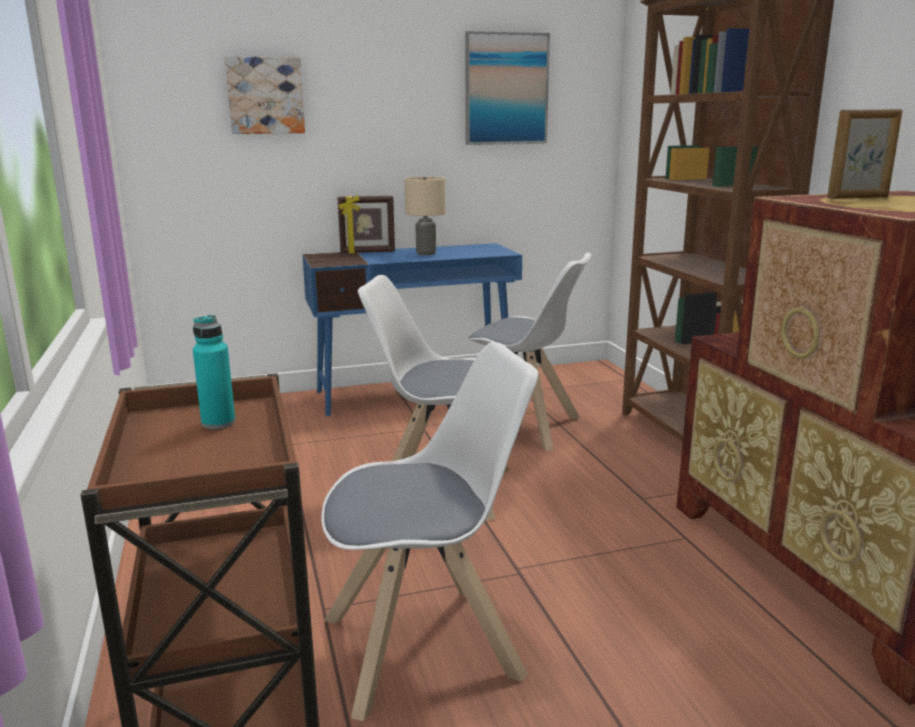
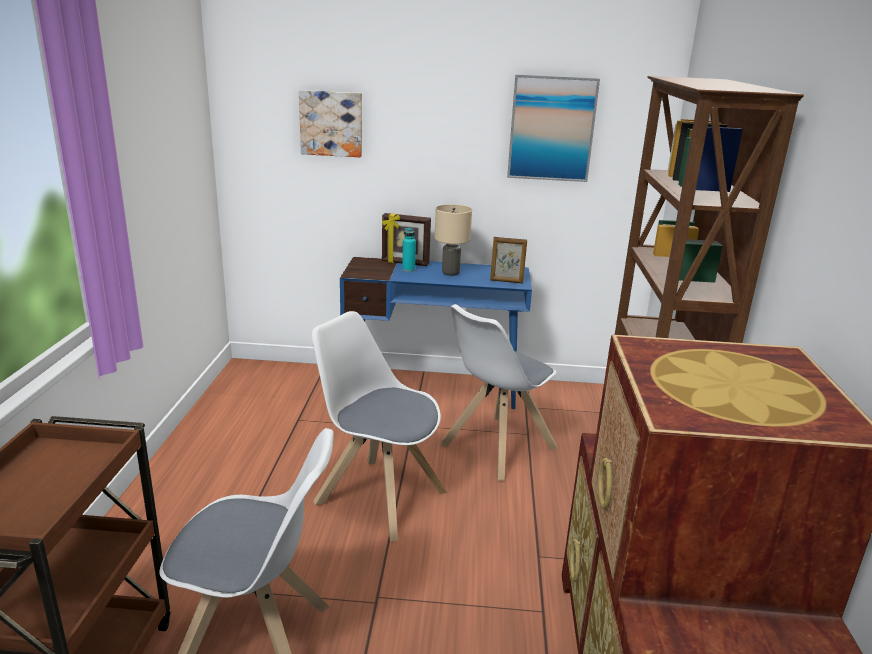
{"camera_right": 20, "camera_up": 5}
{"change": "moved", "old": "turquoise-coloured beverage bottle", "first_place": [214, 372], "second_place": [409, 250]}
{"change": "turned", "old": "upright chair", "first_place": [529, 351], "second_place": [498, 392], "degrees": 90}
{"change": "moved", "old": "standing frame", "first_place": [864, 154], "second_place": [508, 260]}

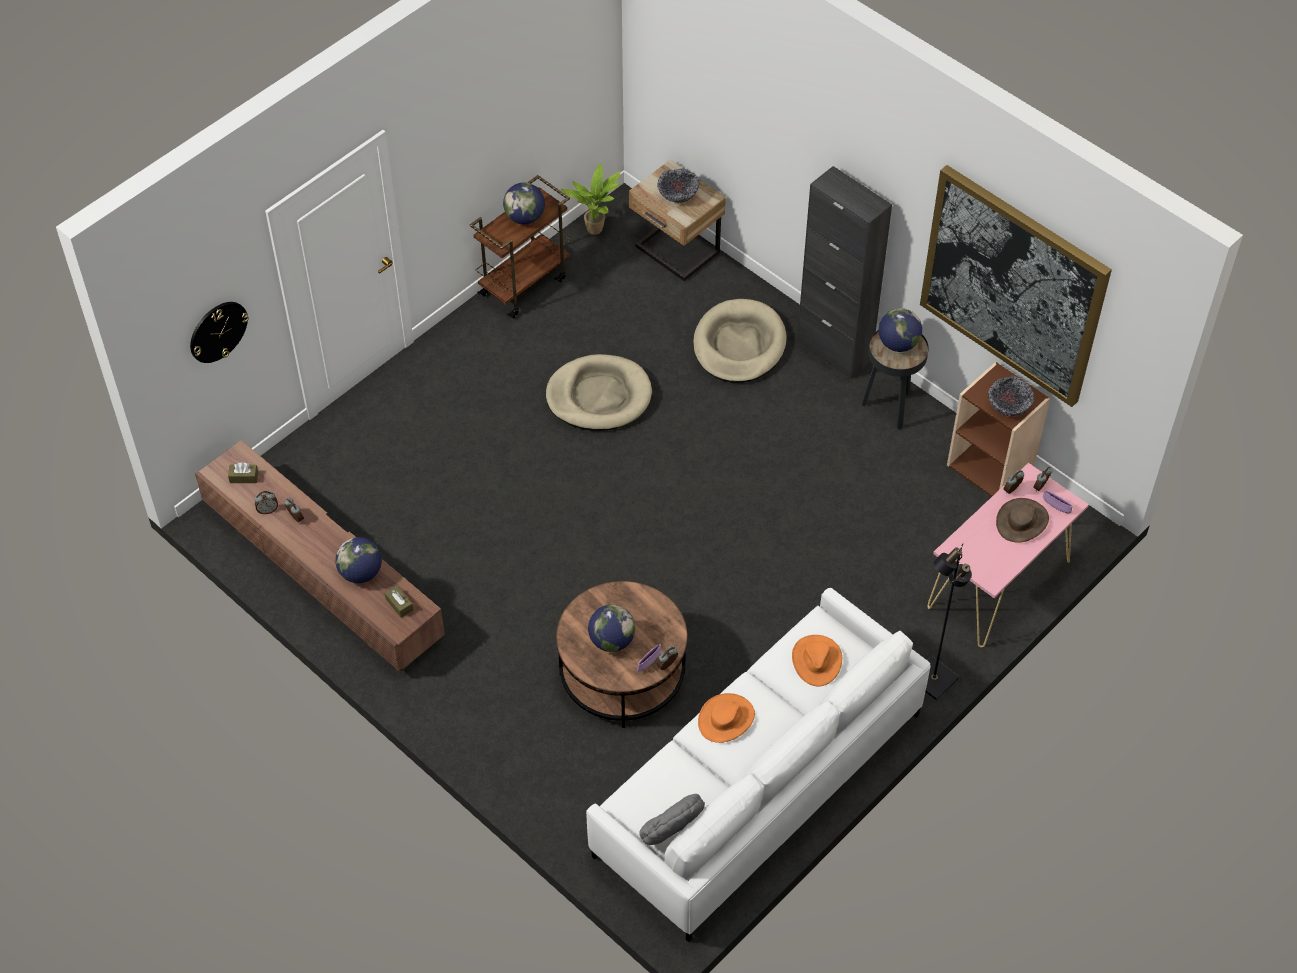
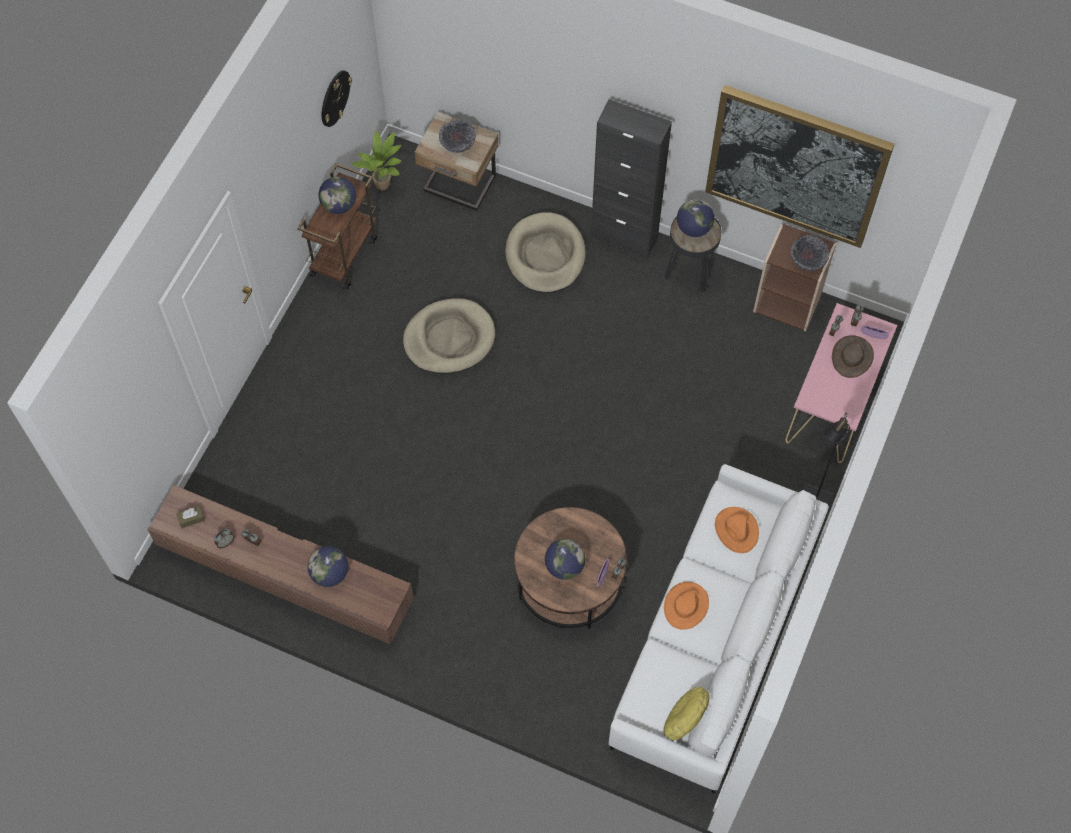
{"camera_right": -20, "camera_up": 10}
{"change": "moved", "old": "hanging clock", "first_place": [219, 332], "second_place": [337, 98]}
{"change": "removed", "old": "brownish tissue holder", "first_place": [399, 601]}
{"change": "recoloured", "old": "gray throw pillow", "new": "yellow-coloured throw pillow", "first_place": [672, 819], "second_place": [686, 713]}

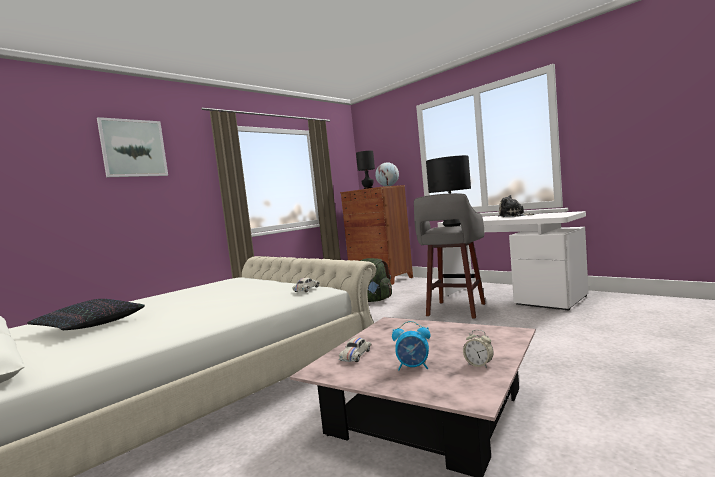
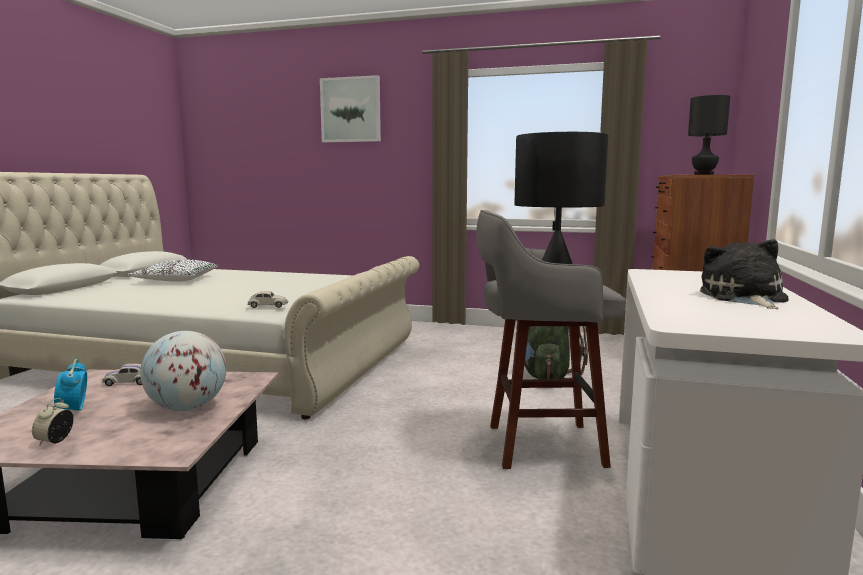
{"camera_right": 60, "camera_up": 5}
{"change": "recoloured", "old": "black throw pillow", "new": "white throw pillow", "first_place": [86, 314], "second_place": [172, 271]}
{"change": "moved", "old": "world globe", "first_place": [387, 174], "second_place": [183, 371]}

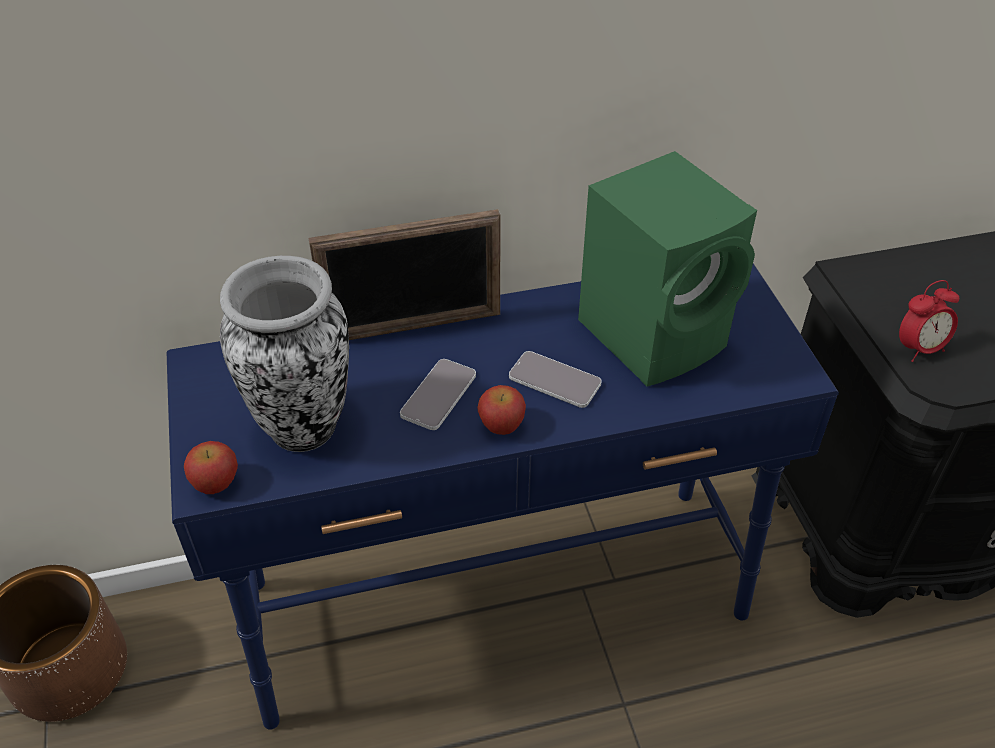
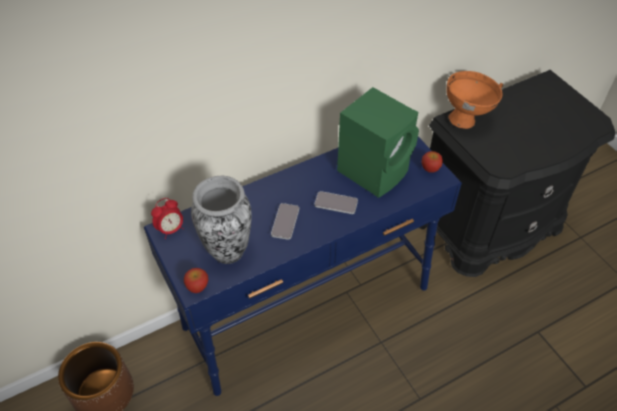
{"camera_right": -15, "camera_up": 5}
{"change": "removed", "old": "standing frame", "first_place": [404, 274]}
{"change": "moved", "old": "apple fruit", "first_place": [502, 410], "second_place": [432, 162]}
{"change": "moved", "old": "alarm clock", "first_place": [929, 321], "second_place": [167, 218]}
{"change": "added", "new": "orangey bowl", "second_place": [474, 100]}

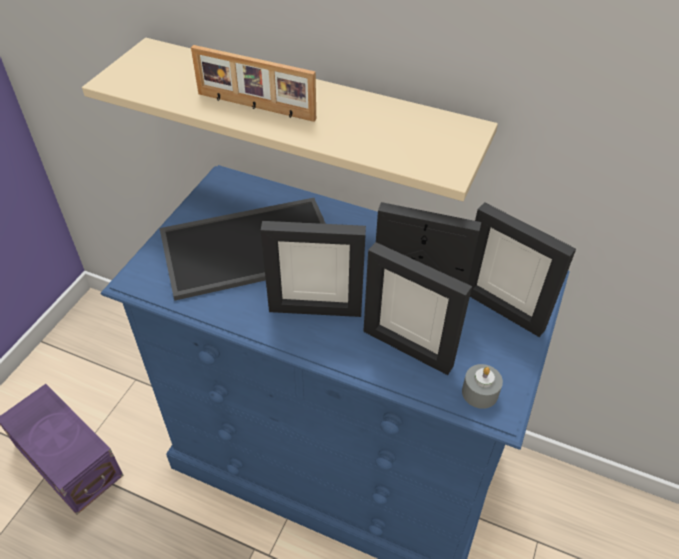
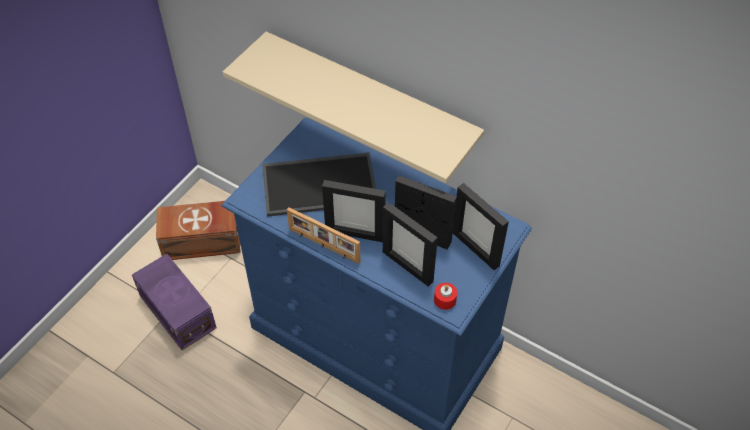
{"camera_right": 10, "camera_up": 5}
{"change": "moved", "old": "standing frame", "first_place": [253, 83], "second_place": [324, 235]}
{"change": "recoloured", "old": "gray wax candle", "new": "red wax candle", "first_place": [482, 386], "second_place": [445, 296]}
{"change": "added", "new": "brownish storage box", "second_place": [198, 230]}

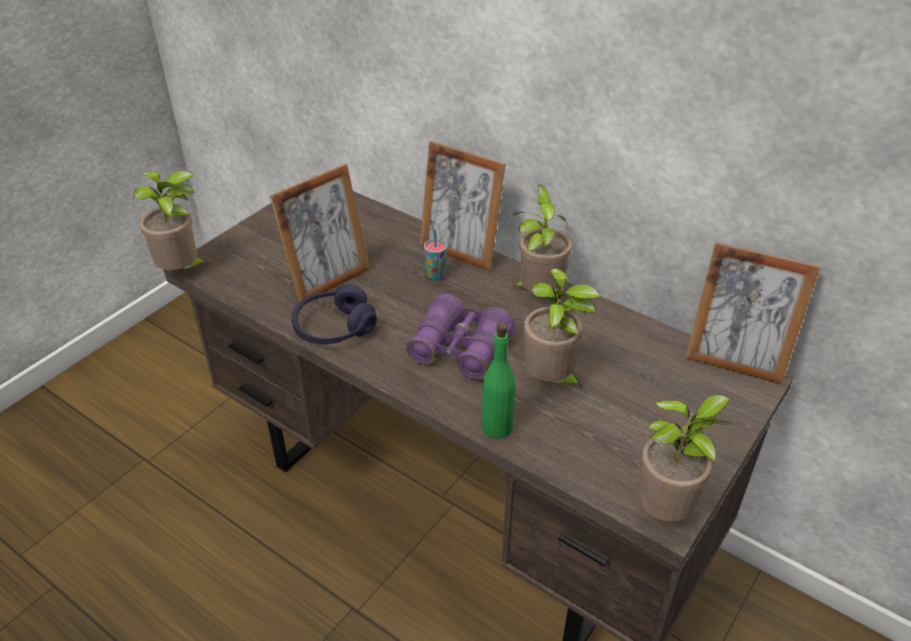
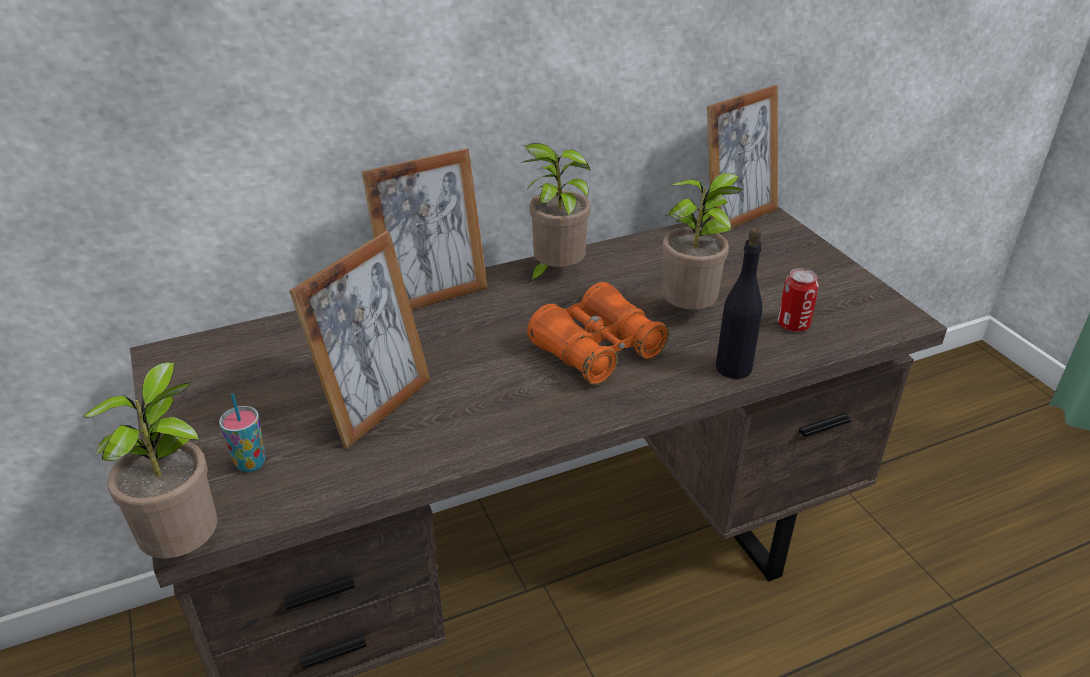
{"camera_right": -60, "camera_up": -5}
{"change": "turned", "old": "standing frame", "first_place": [320, 233], "second_place": [359, 340], "degrees": 45}
{"change": "removed", "old": "purplish pair of headphones", "first_place": [334, 314]}
{"change": "recoloured", "old": "purplish binoculars", "new": "orangey binoculars", "first_place": [460, 337], "second_place": [598, 333]}
{"change": "moved", "old": "small cup", "first_place": [435, 254], "second_place": [242, 432]}
{"change": "recoloured", "old": "greenish beverage bottle", "new": "black beverage bottle", "first_place": [498, 381], "second_place": [739, 303]}
{"change": "removed", "old": "houseplant", "first_place": [685, 458]}
{"change": "added", "new": "can", "second_place": [798, 300]}

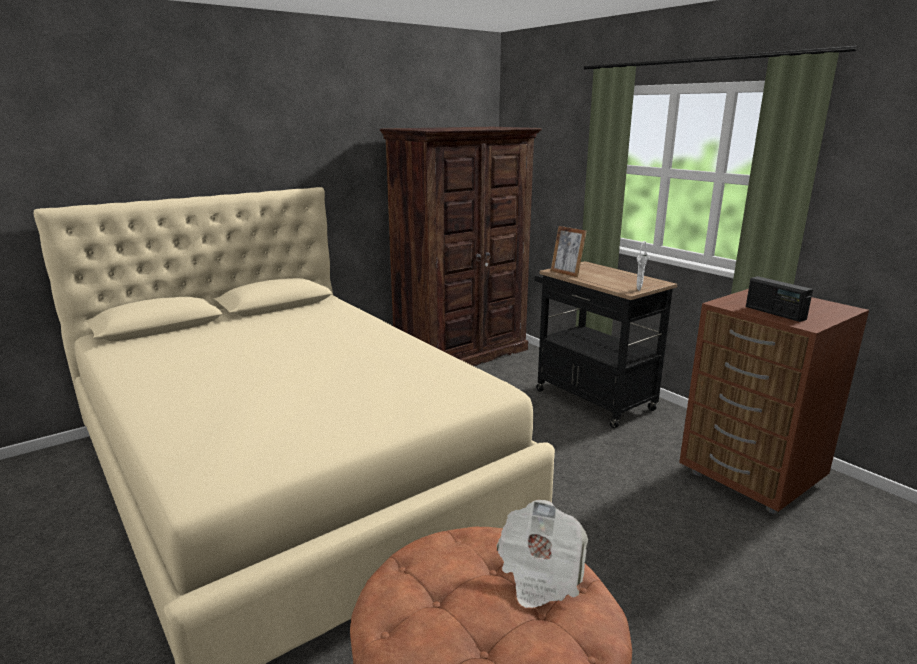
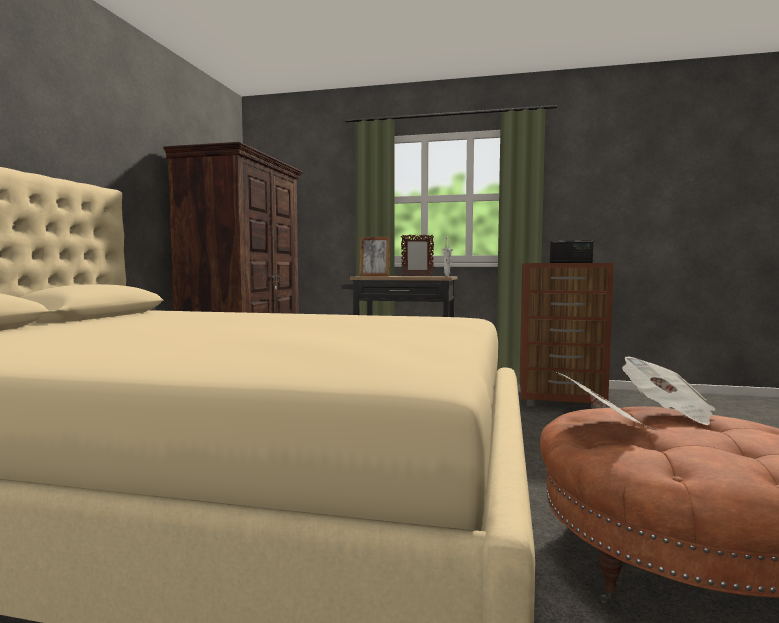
{"camera_right": -40, "camera_up": -15}
{"change": "added", "new": "standing frame", "second_place": [417, 255]}
{"change": "added", "new": "daily paper", "second_place": [605, 401]}

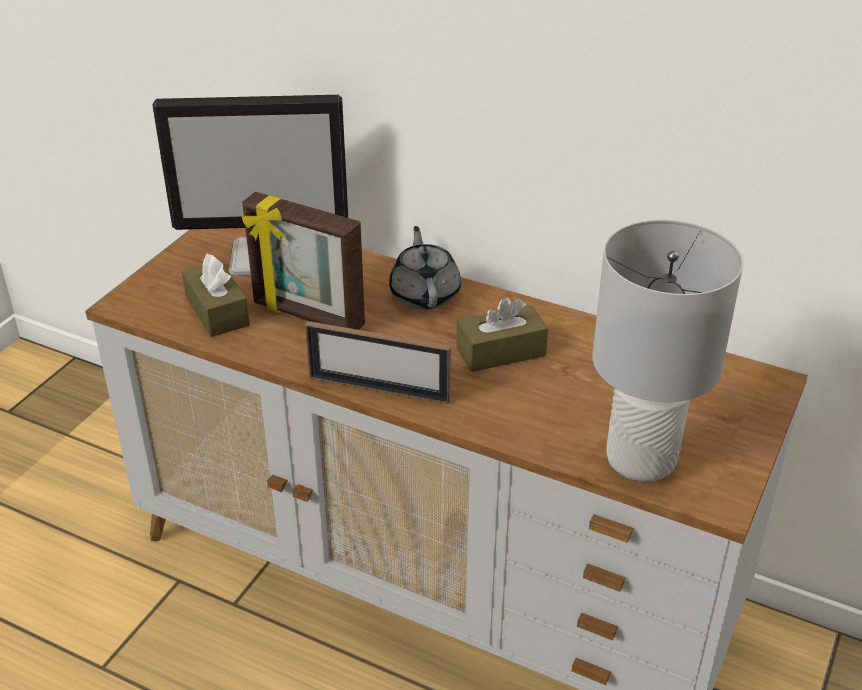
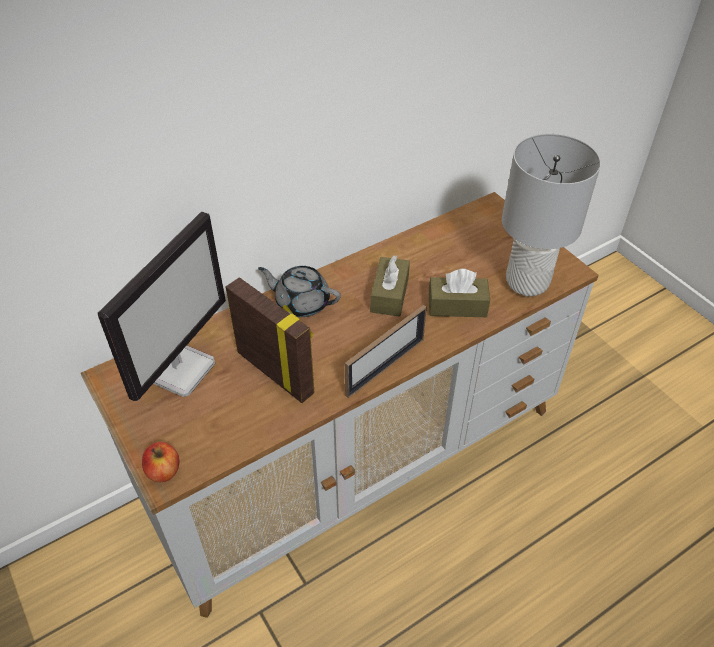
{"camera_right": -60, "camera_up": 10}
{"change": "moved", "old": "brownish tissue holder", "first_place": [216, 295], "second_place": [459, 293]}
{"change": "turned", "old": "standing frame", "first_place": [303, 261], "second_place": [270, 340], "degrees": -105}
{"change": "added", "new": "apple fruit", "second_place": [160, 462]}

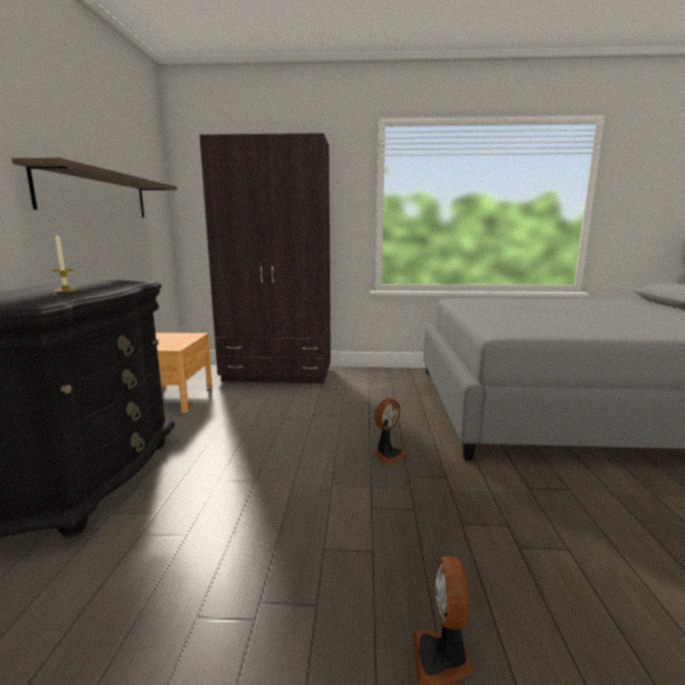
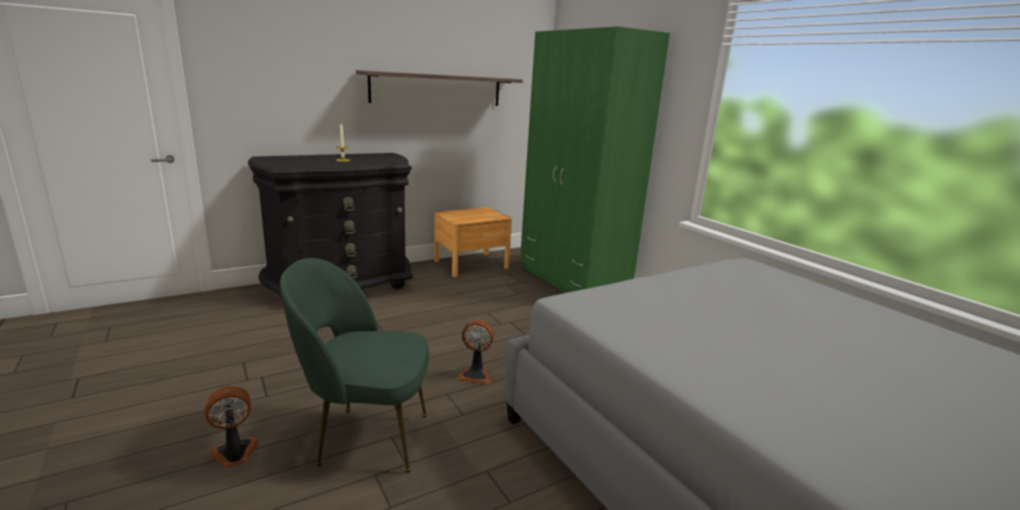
{"camera_right": 55, "camera_up": 5}
{"change": "recoloured", "old": "brownish clothes cupboard", "new": "greenish clothes cupboard", "first_place": [265, 258], "second_place": [595, 159]}
{"change": "added", "new": "greenish upright chair", "second_place": [354, 365]}

